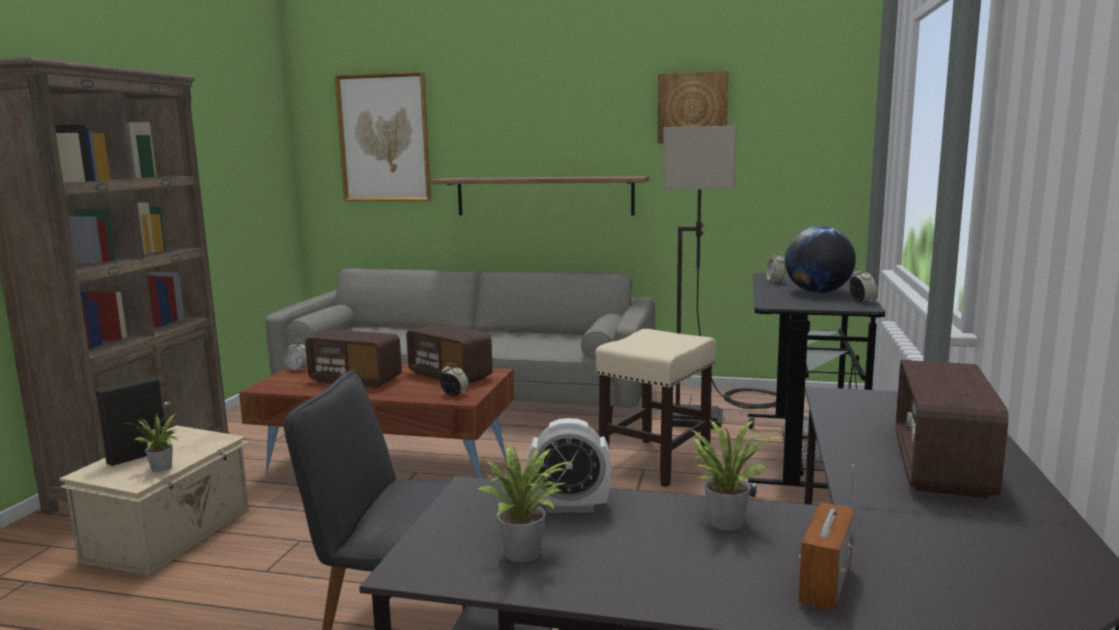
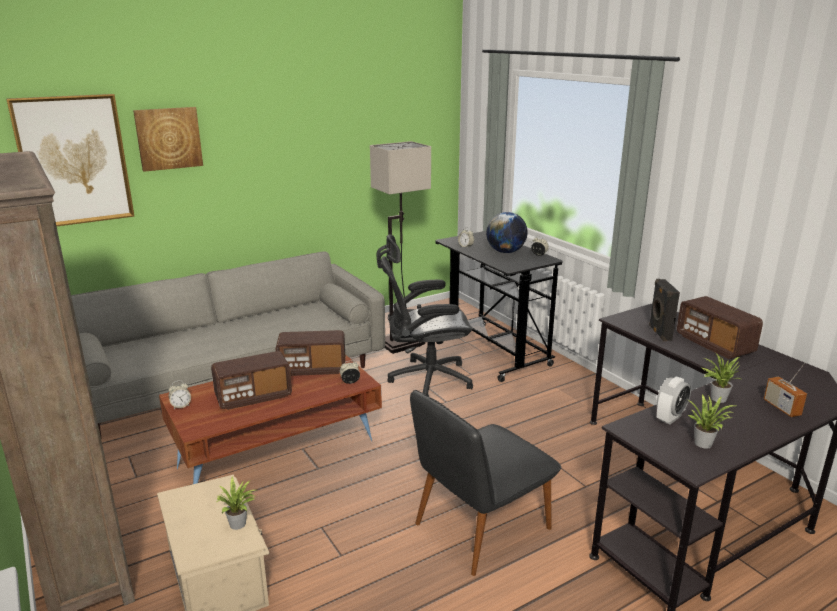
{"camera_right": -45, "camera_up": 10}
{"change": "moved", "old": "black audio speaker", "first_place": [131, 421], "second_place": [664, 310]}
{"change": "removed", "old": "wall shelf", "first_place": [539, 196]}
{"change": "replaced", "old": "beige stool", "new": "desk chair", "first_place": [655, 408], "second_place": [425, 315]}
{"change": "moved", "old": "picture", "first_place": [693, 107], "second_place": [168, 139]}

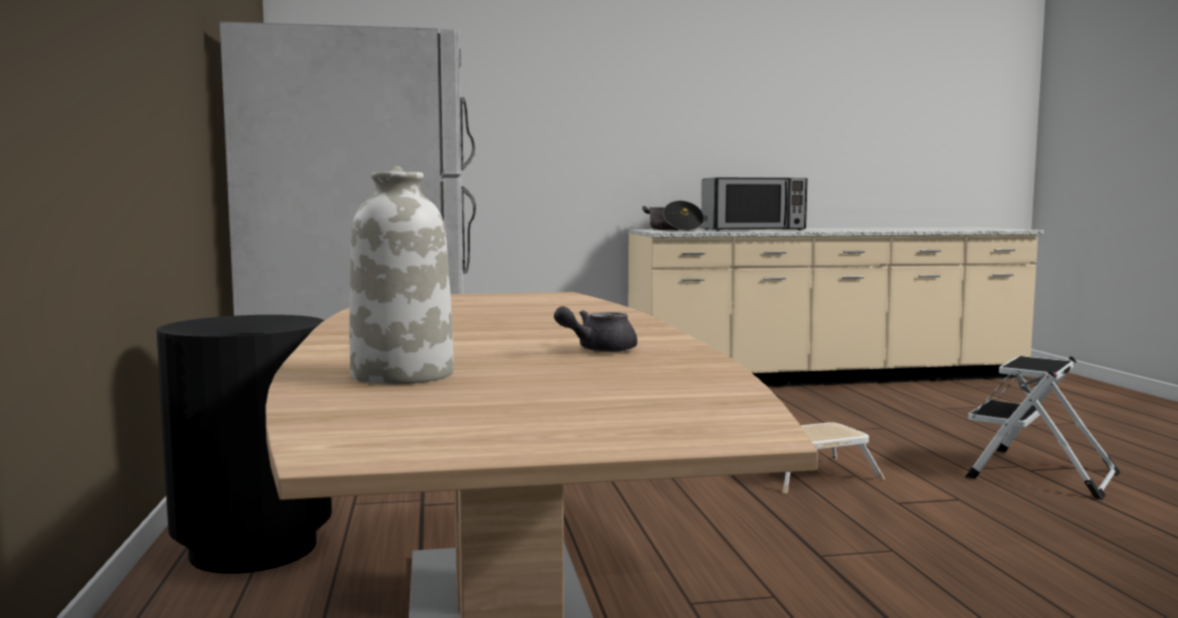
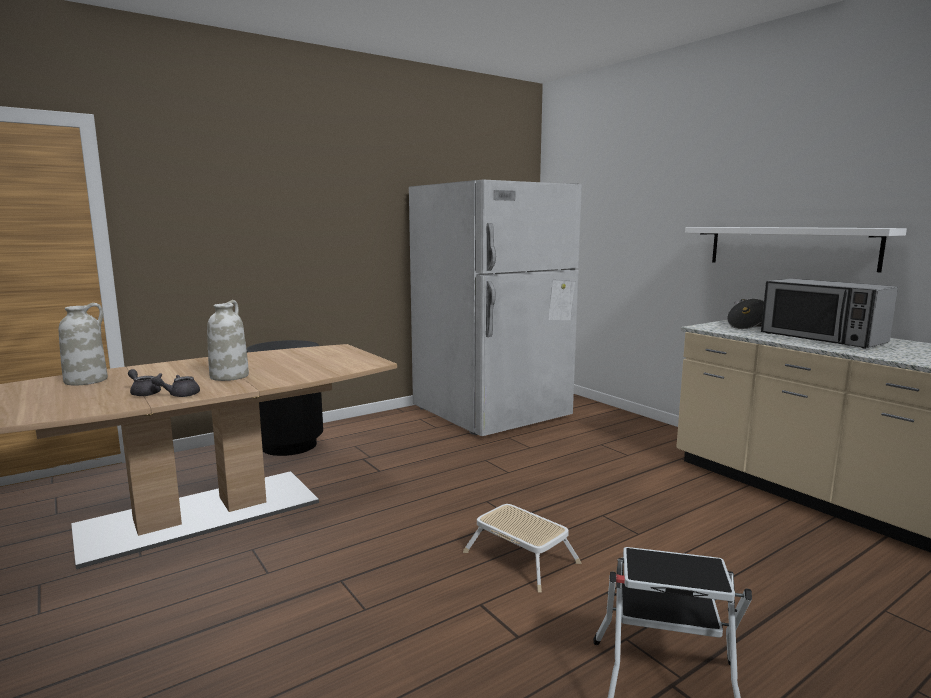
{"camera_right": 65, "camera_up": 5}
{"change": "added", "new": "gray pot for tea", "second_place": [176, 386]}
{"change": "added", "new": "white vase", "second_place": [228, 340]}
{"change": "added", "new": "white wall shelf", "second_place": [796, 249]}

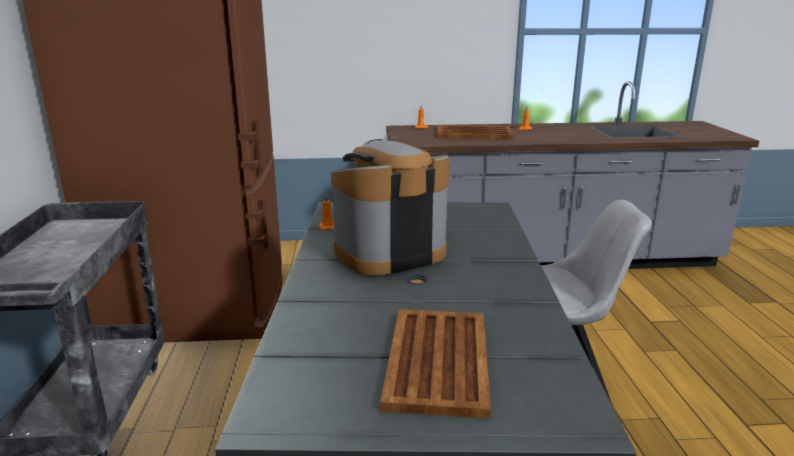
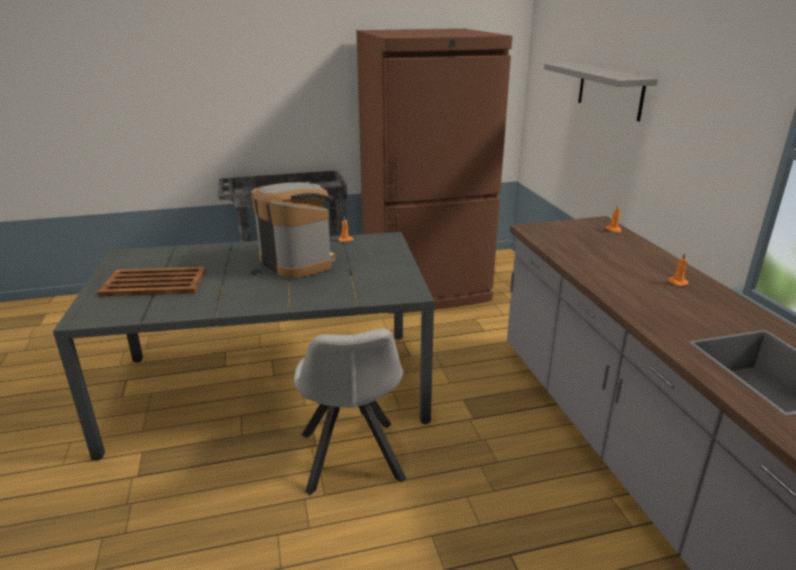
{"camera_right": 80, "camera_up": 5}
{"change": "removed", "old": "brownish serving tray", "first_place": [475, 132]}
{"change": "added", "new": "gray wall shelf", "second_place": [601, 92]}

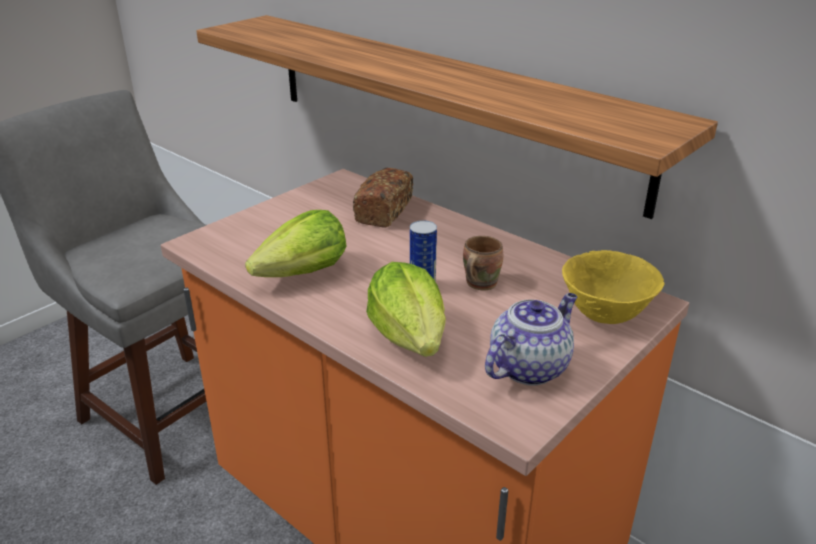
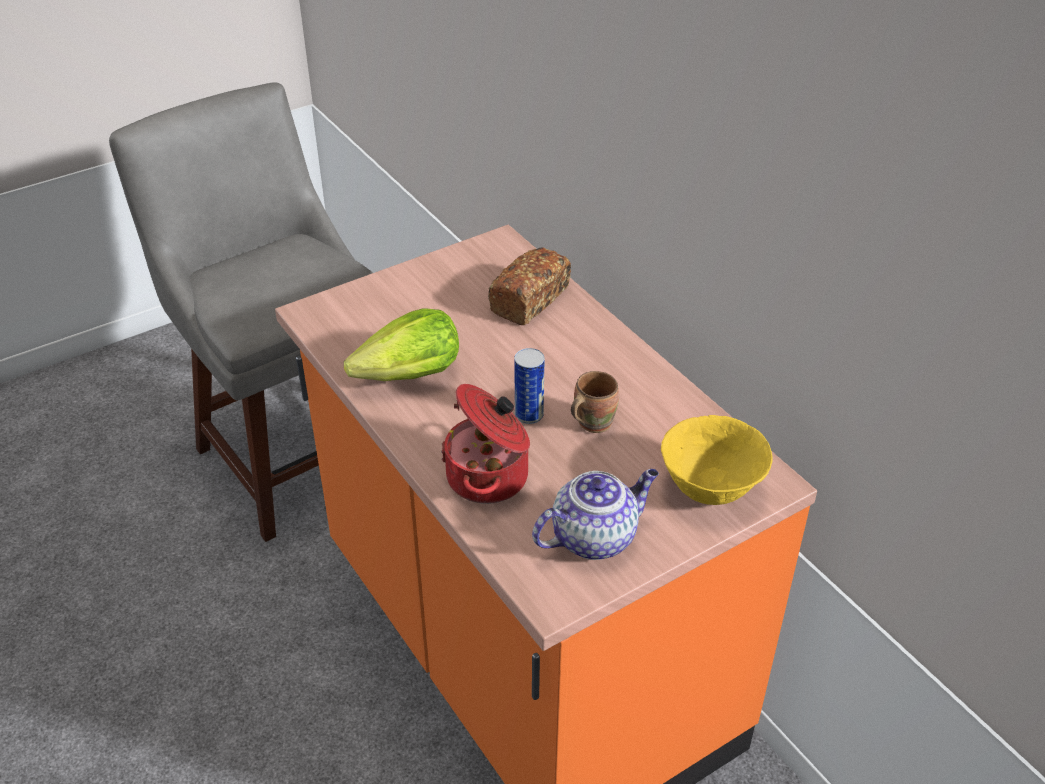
{"camera_right": 15, "camera_up": 10}
{"change": "removed", "old": "wall shelf", "first_place": [457, 117]}
{"change": "replaced", "old": "head of lettuce", "new": "cooking pot", "first_place": [406, 309], "second_place": [485, 444]}

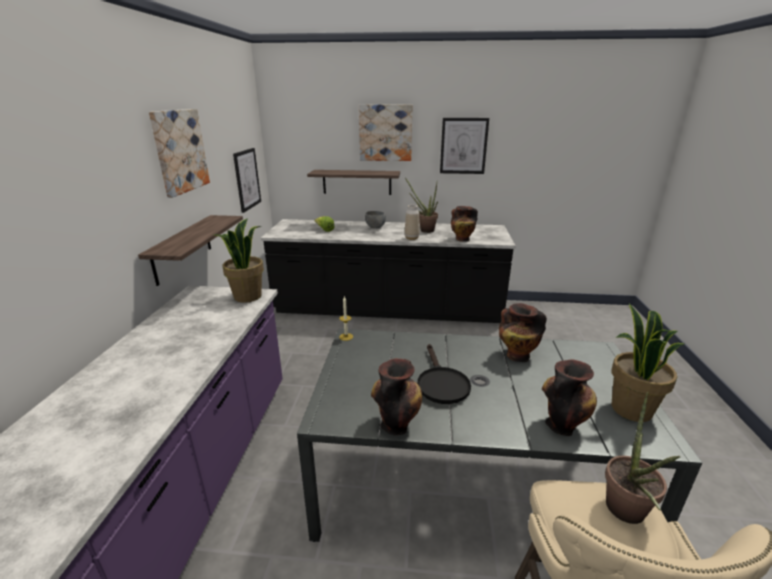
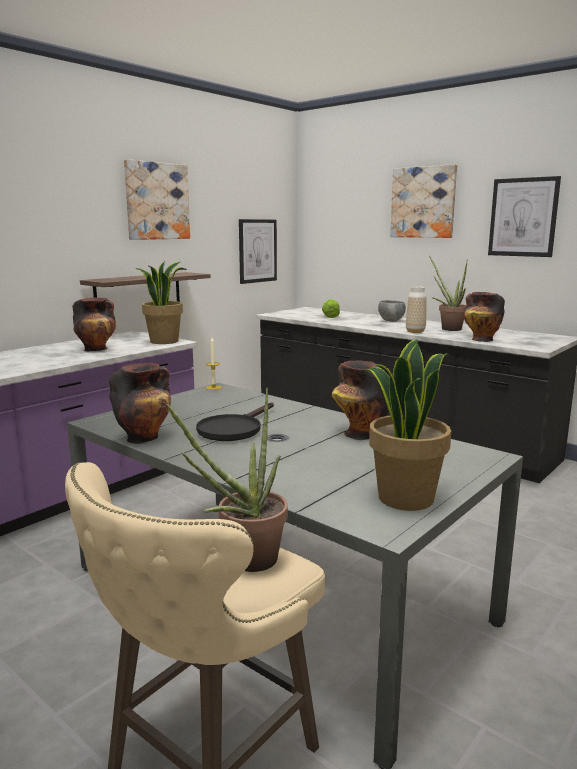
{"camera_right": 35, "camera_up": -10}
{"change": "removed", "old": "wall shelf", "first_place": [353, 182]}
{"change": "moved", "old": "vase", "first_place": [569, 397], "second_place": [94, 324]}

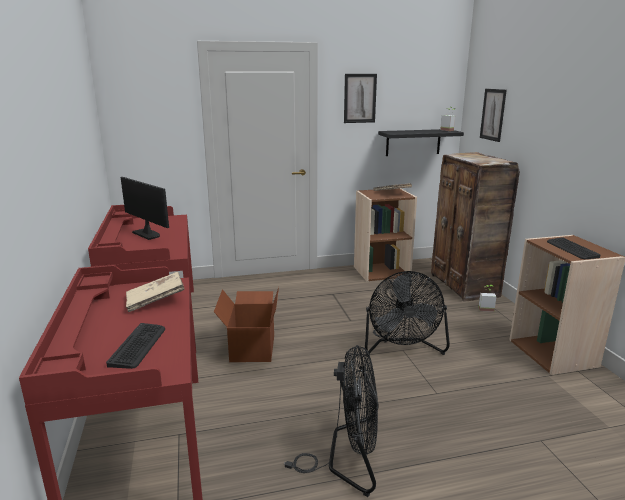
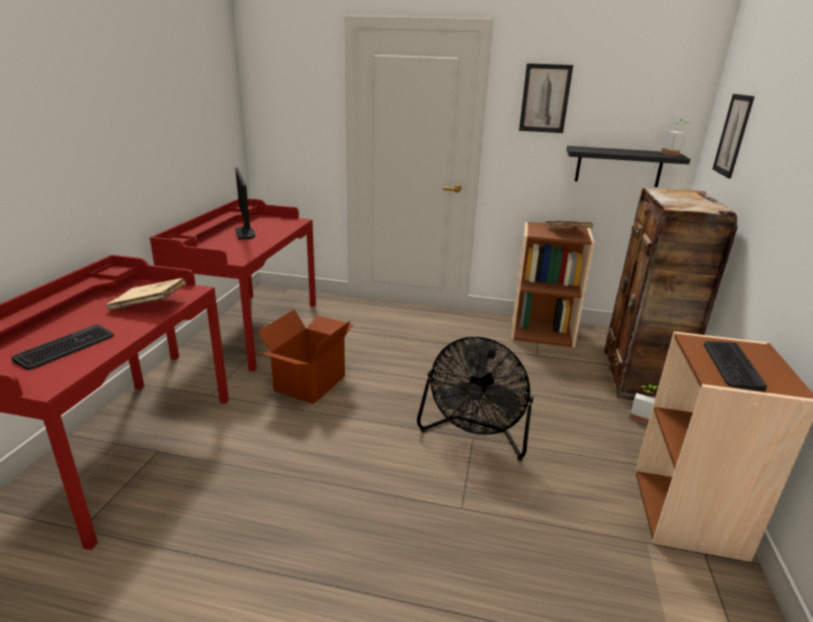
{"camera_right": 25, "camera_up": 5}
{"change": "removed", "old": "black fan", "first_place": [331, 421]}

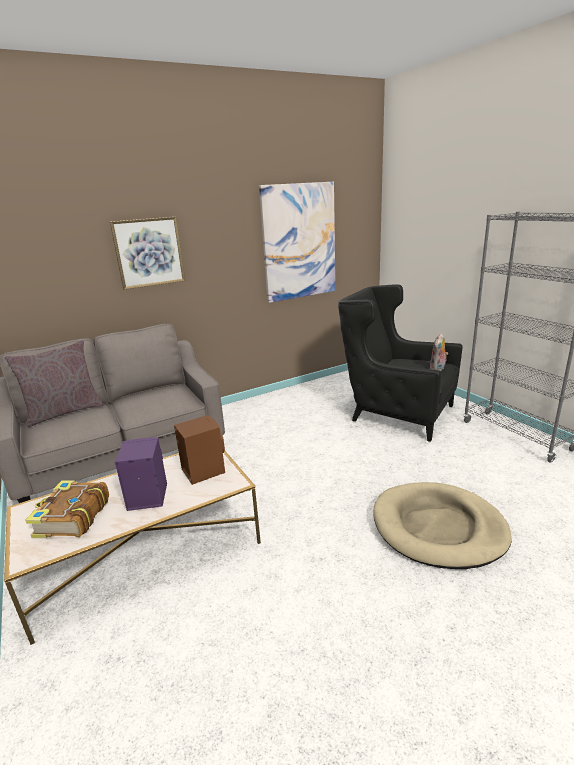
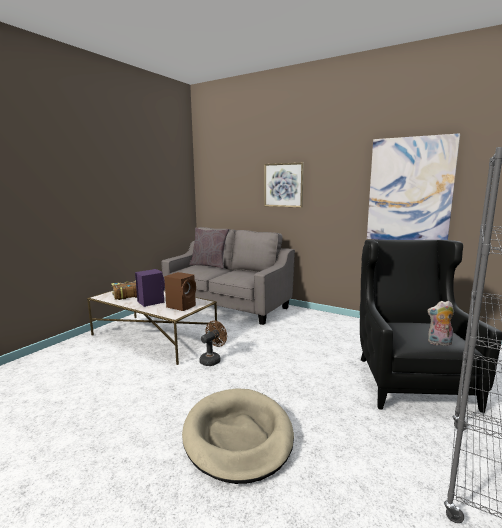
{"camera_right": 60, "camera_up": -10}
{"change": "added", "new": "brownish fan", "second_place": [213, 343]}

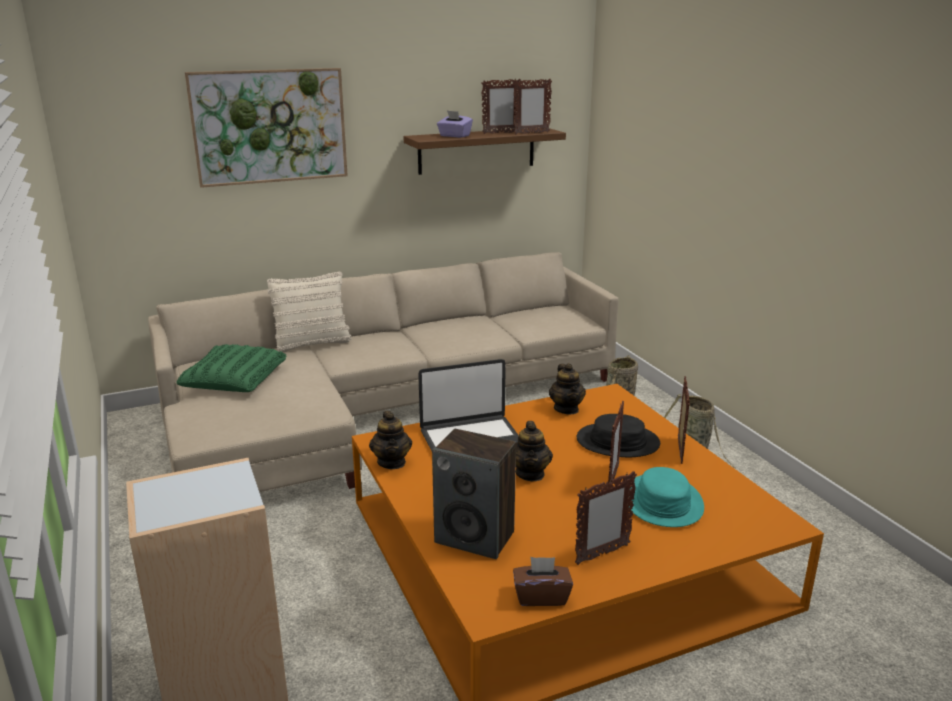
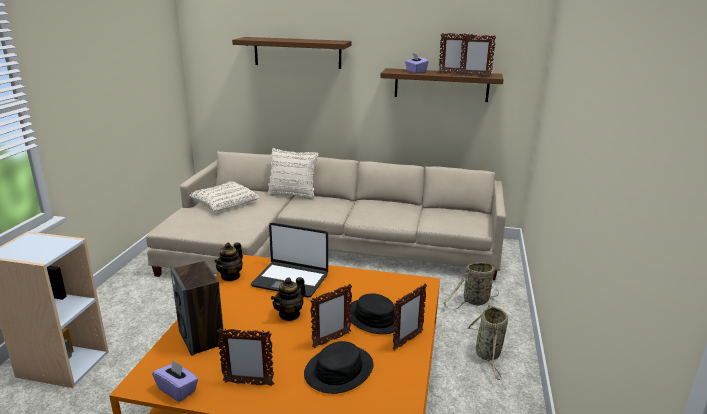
{"camera_right": 35, "camera_up": 0}
{"change": "recoloured", "old": "greenish throw pillow", "new": "beige throw pillow", "first_place": [231, 368], "second_place": [224, 196]}
{"change": "replaced", "old": "picture", "new": "brownish wall shelf", "first_place": [266, 128], "second_place": [292, 53]}
{"change": "recoloured", "old": "brownish tissue holder", "new": "purplish tissue holder", "first_place": [543, 581], "second_place": [175, 380]}
{"change": "removed", "old": "pot for tea", "first_place": [567, 388]}
{"change": "recoloured", "old": "turquoise-coloured clothing hat", "new": "black clothing hat", "first_place": [666, 497], "second_place": [338, 367]}

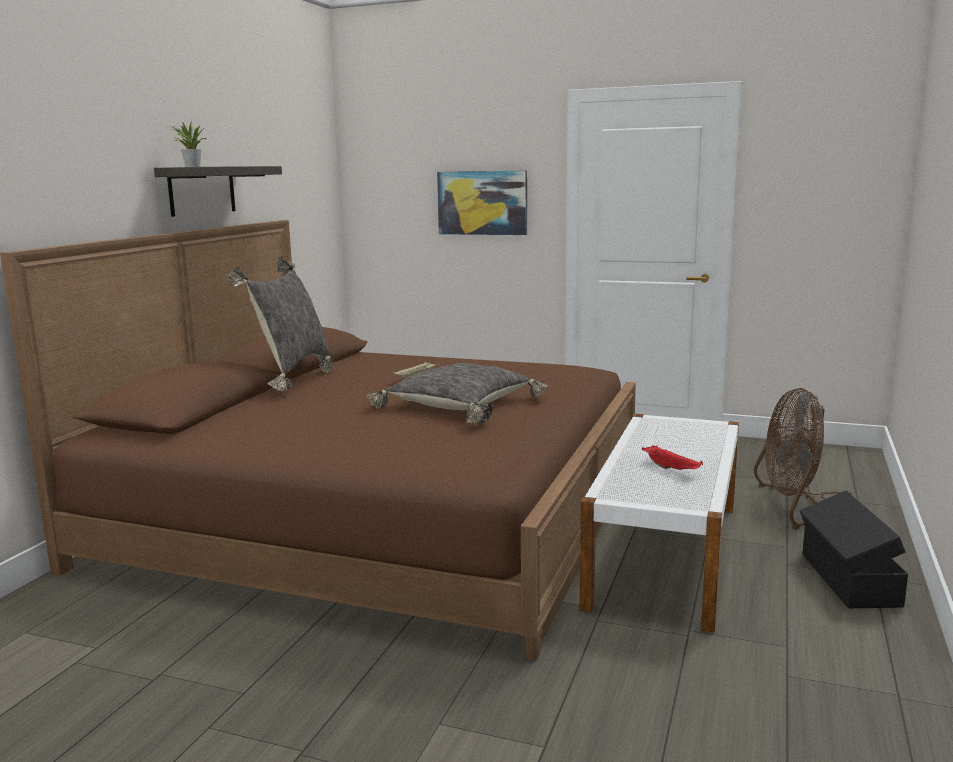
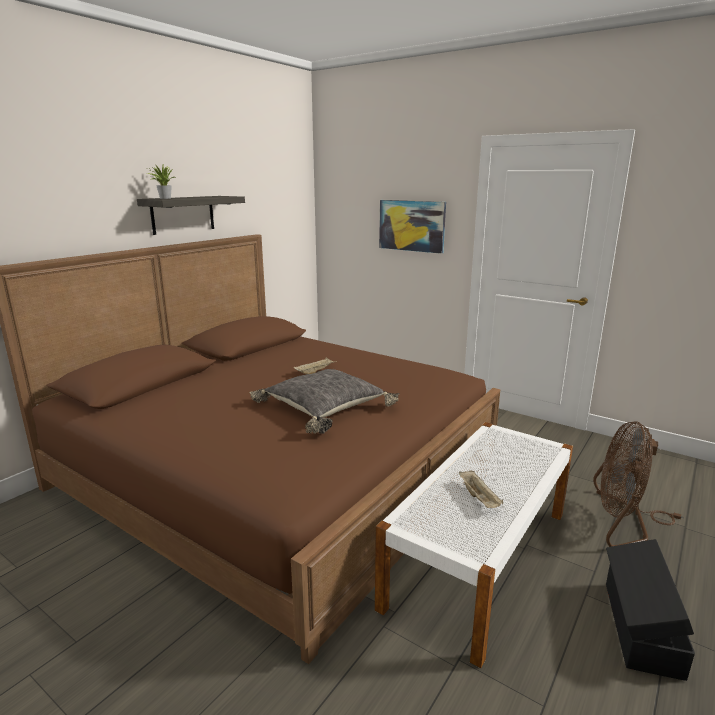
{"camera_right": 15, "camera_up": 5}
{"change": "removed", "old": "throw pillow", "first_place": [281, 324]}
{"change": "recoloured", "old": "red serving tray", "new": "beige serving tray", "first_place": [672, 457], "second_place": [480, 489]}

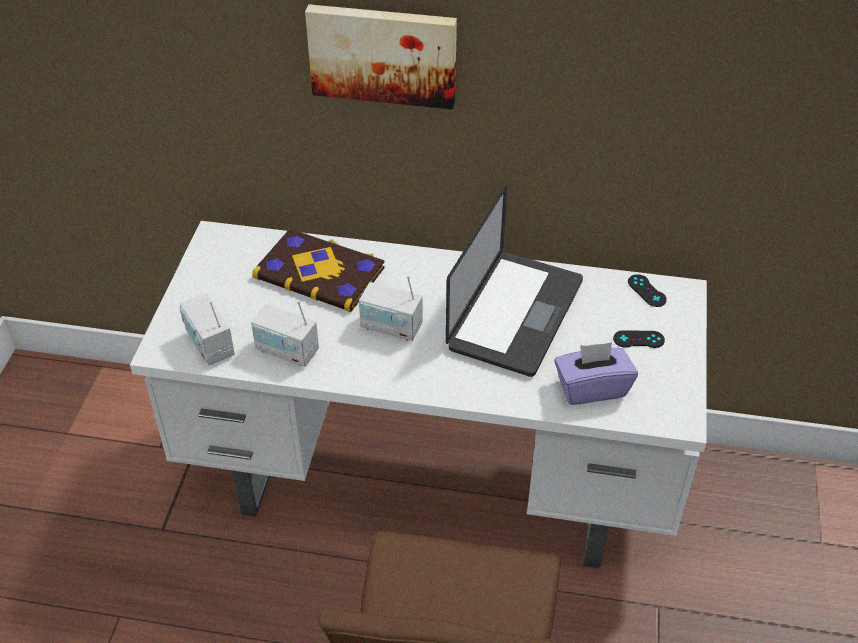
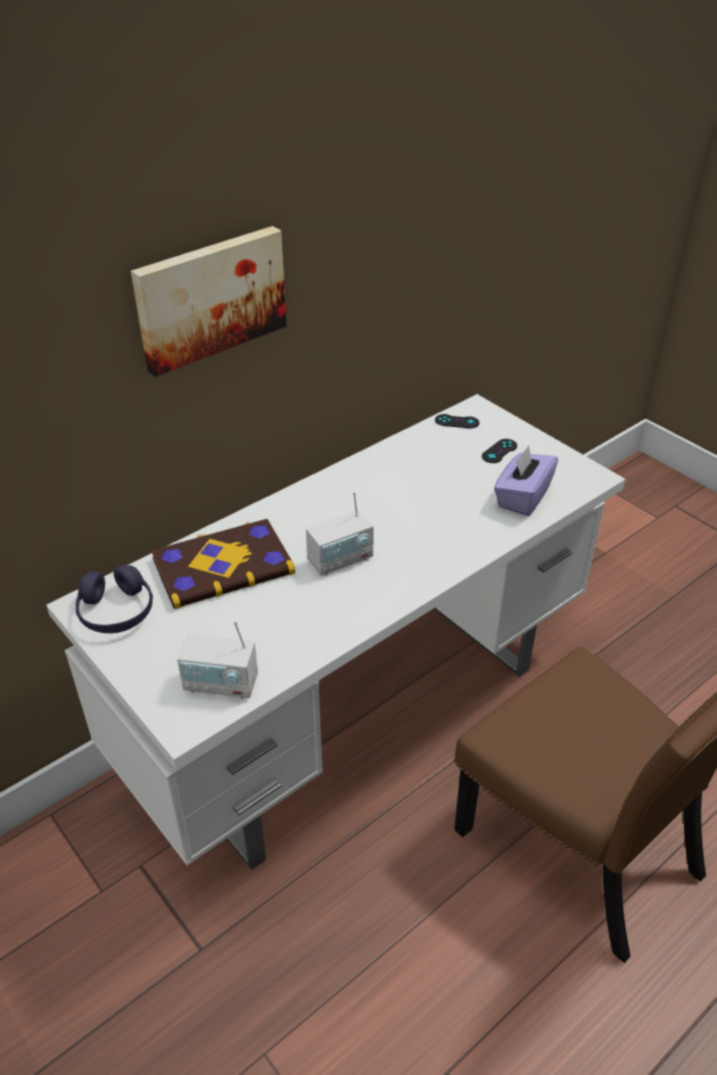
{"camera_right": -50, "camera_up": -5}
{"change": "removed", "old": "radio set", "first_place": [285, 334]}
{"change": "removed", "old": "laptop", "first_place": [514, 281]}
{"change": "added", "new": "purplish pair of headphones", "second_place": [114, 598]}

